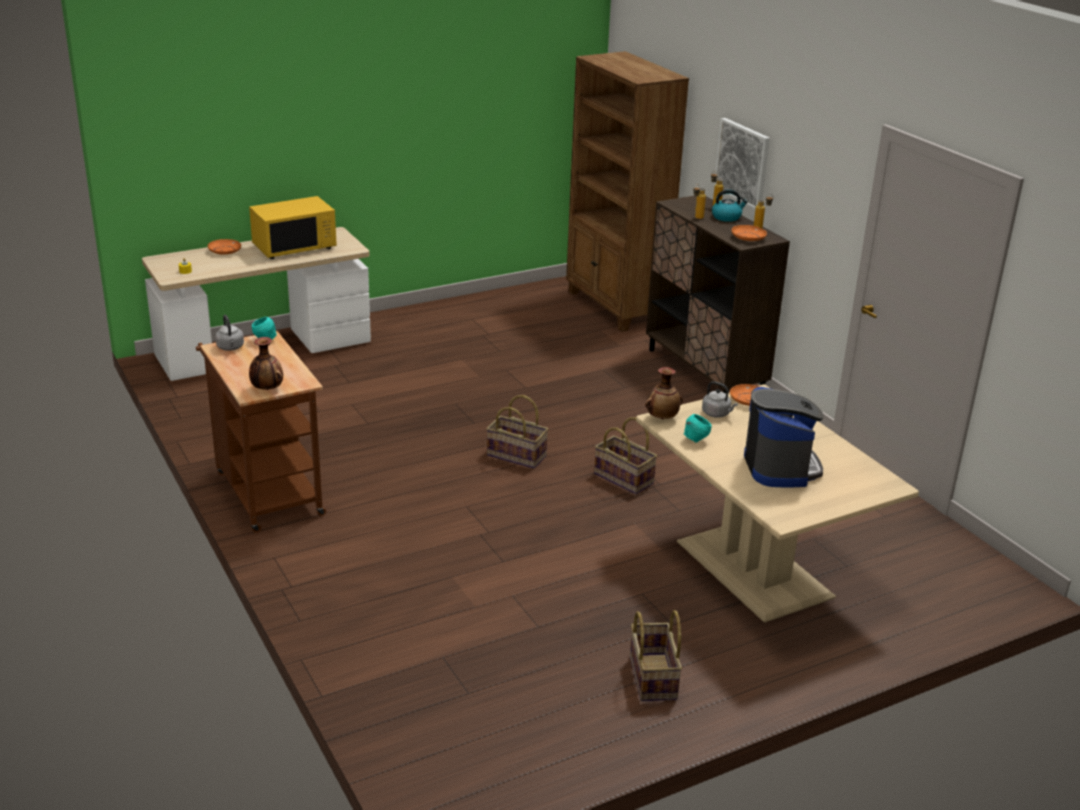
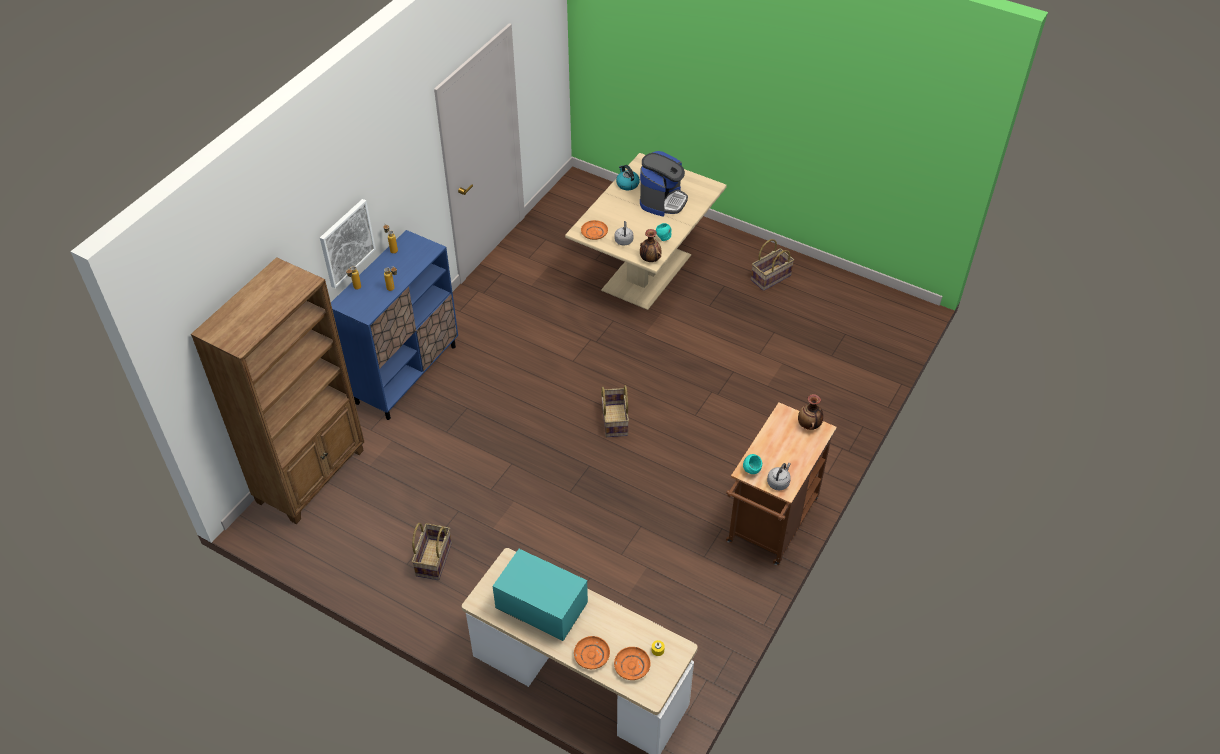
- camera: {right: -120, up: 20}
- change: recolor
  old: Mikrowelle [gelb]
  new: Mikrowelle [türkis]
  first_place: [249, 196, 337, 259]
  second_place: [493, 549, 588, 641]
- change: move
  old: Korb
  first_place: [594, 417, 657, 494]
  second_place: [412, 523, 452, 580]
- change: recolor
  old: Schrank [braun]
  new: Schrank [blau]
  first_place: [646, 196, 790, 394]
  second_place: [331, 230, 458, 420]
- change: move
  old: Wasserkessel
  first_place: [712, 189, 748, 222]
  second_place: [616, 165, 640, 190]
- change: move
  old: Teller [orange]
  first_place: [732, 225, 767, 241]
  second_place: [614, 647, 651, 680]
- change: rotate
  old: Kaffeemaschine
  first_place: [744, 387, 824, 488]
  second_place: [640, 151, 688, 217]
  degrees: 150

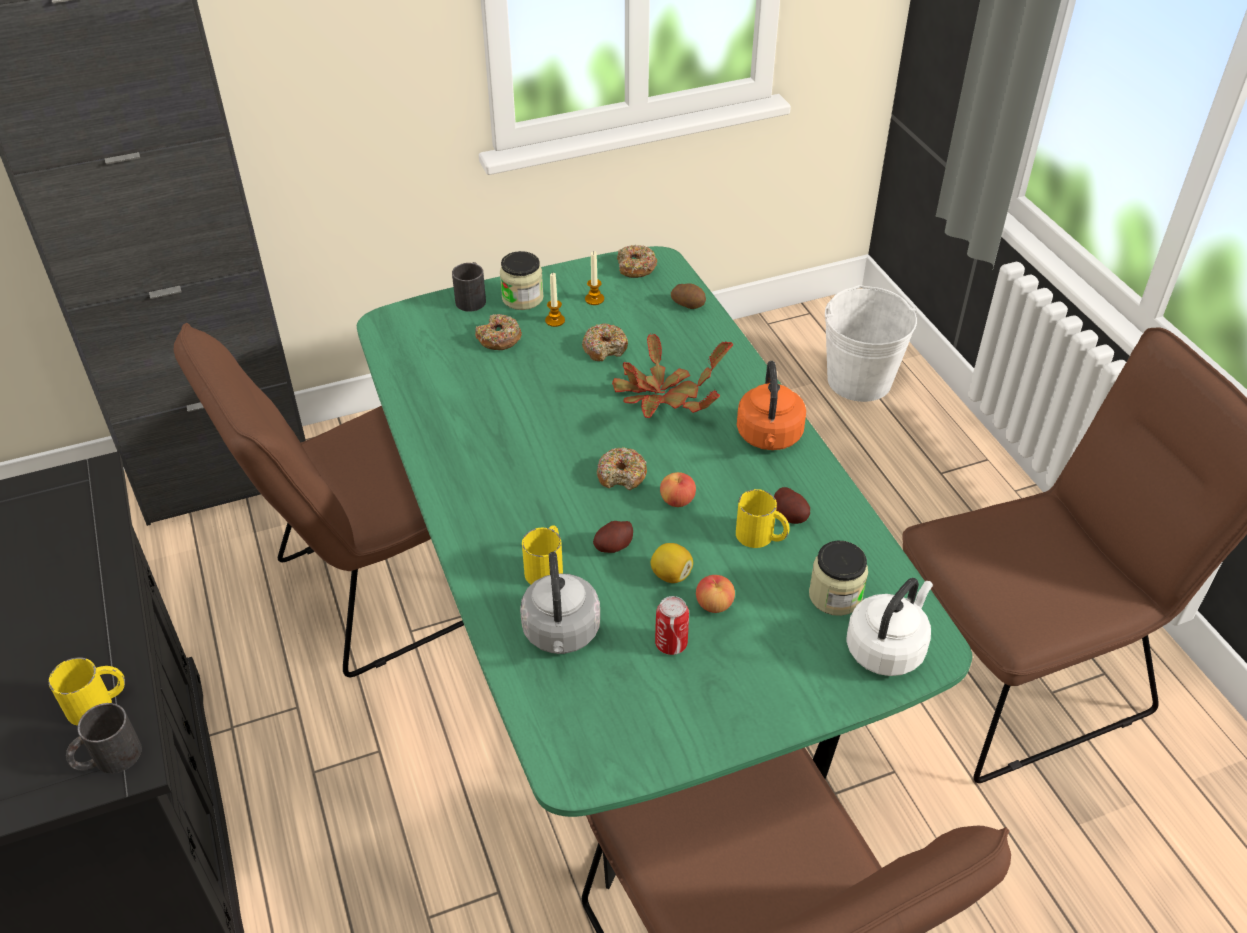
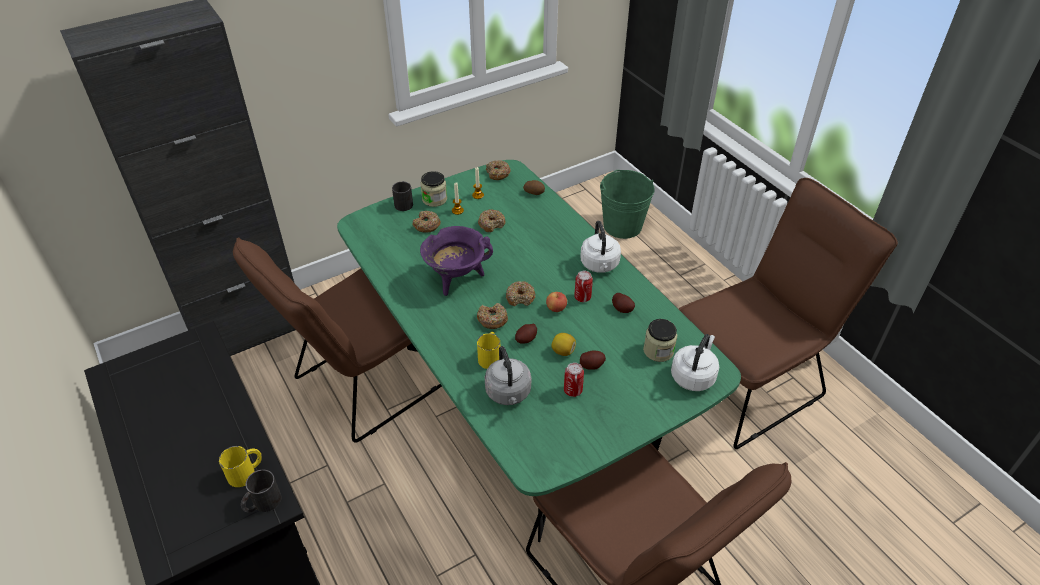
- camera: {right: -10, up: 0}
- change: delete
  old: Topfpflanze
  first_place: [612, 333, 733, 418]
- change: replace
  old: Apfel
  new: Kartoffel
  first_place: [696, 575, 735, 613]
  second_place: [580, 350, 606, 370]
- change: delete
  old: Henkelbecher [gelb]
  first_place: [736, 489, 790, 548]
- change: recolor
  old: Wasserkessel [orange]
  new: Wasserkessel [weiß]
  first_place: [737, 361, 806, 450]
  second_place: [580, 221, 621, 273]
- change: recolor
  old: Eimer [weiß]
  new: Eimer [grün]
  first_place: [825, 285, 917, 402]
  second_place: [600, 170, 655, 239]
- change: insert
  new: Kochtopf [lila]
  second_place: [420, 226, 493, 296]
- change: insert
  new: Donut
  second_place: [477, 303, 508, 329]
- change: insert
  new: Dose
  second_place: [574, 271, 593, 302]

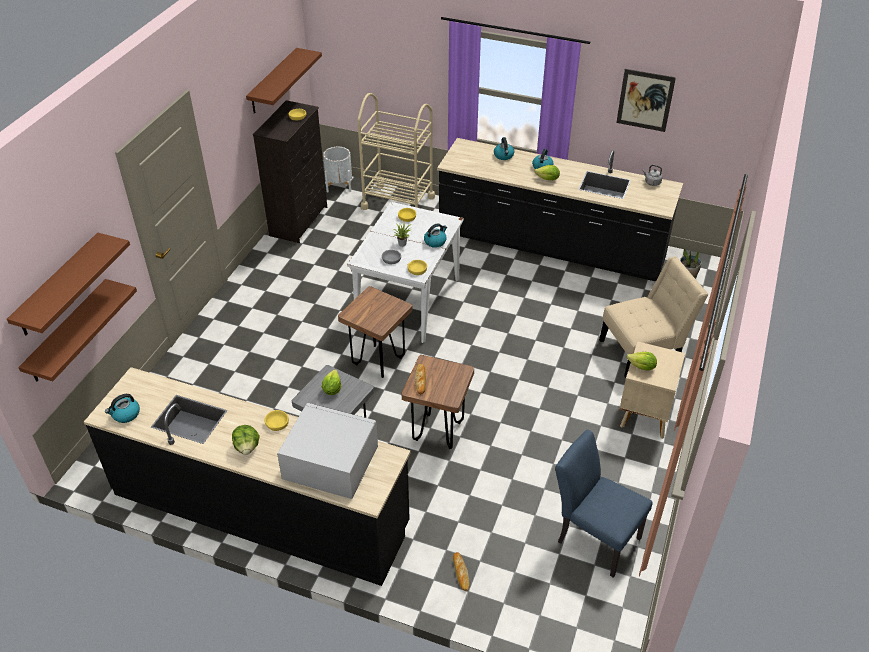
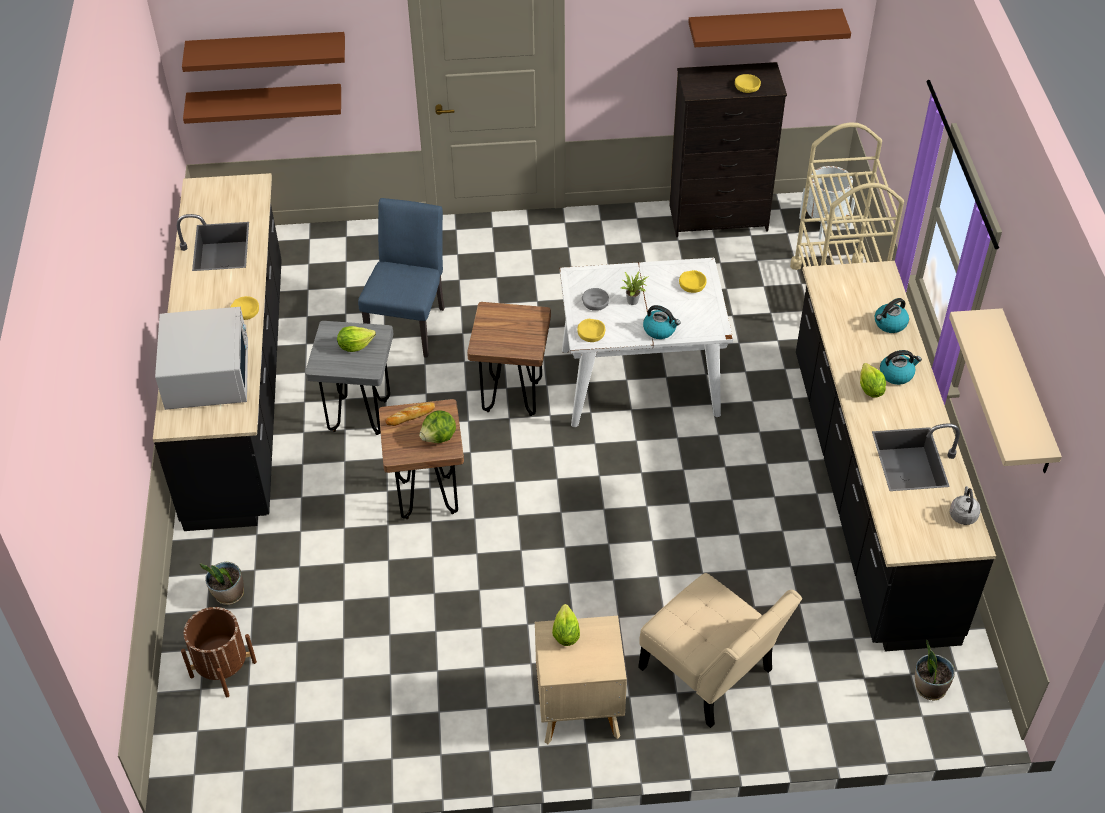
- camera: {right: 65, up: 5}
- change: delete
  old: Wasserkessel
  first_place: [105, 394, 140, 423]
- change: move
  old: Salatkopf
  first_place: [232, 425, 260, 455]
  second_place: [419, 410, 456, 443]
- change: replace
  old: Brot
  new: Topfpflanze
  first_place: [453, 552, 470, 591]
  second_place: [200, 562, 244, 605]
- change: move
  old: Stuhl [blau]
  first_place: [555, 430, 653, 578]
  second_place: [358, 198, 445, 358]
- change: replace
  old: Bild
  new: Wandregal [beige]
  first_place: [616, 69, 676, 132]
  second_place: [949, 308, 1062, 473]
- change: insert
  new: Pflanzkübel [braun]
  second_place: [181, 607, 257, 697]

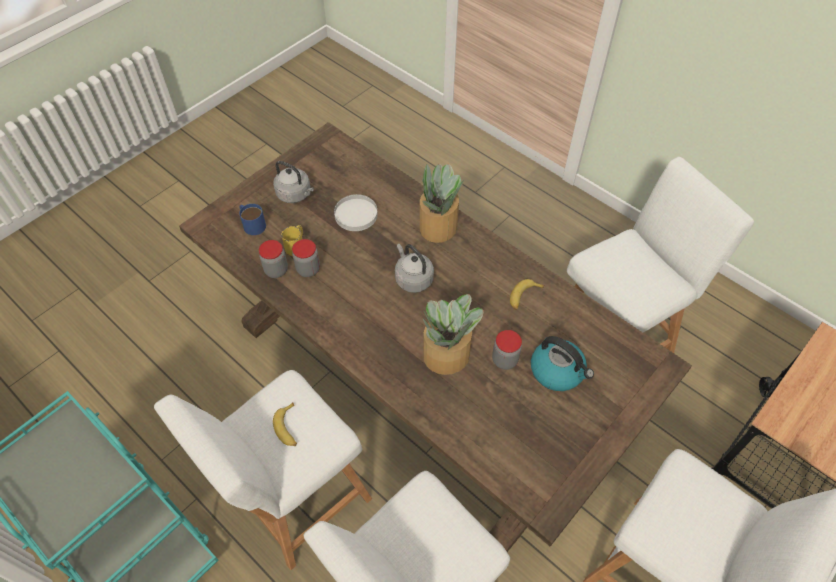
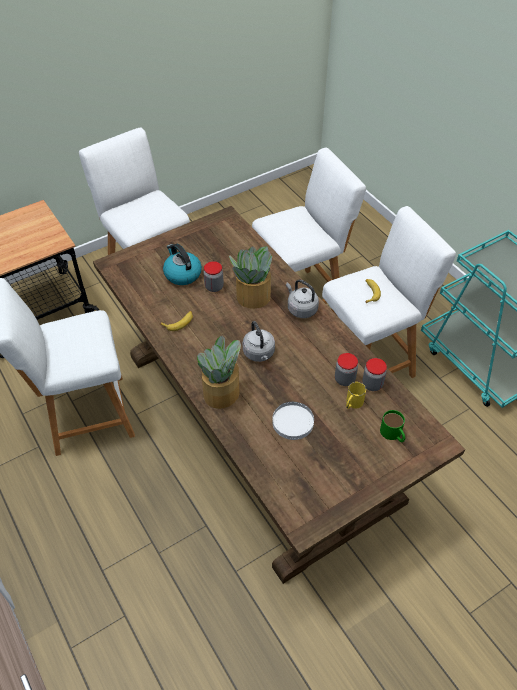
- camera: {right: -165, up: -5}
- change: recolor
  old: Henkelbecher [blau]
  new: Henkelbecher [grün]
  first_place: [239, 204, 266, 235]
  second_place: [380, 410, 405, 442]
- change: move
  old: Wasserkessel [grau]
  first_place: [273, 161, 314, 203]
  second_place: [286, 279, 319, 318]

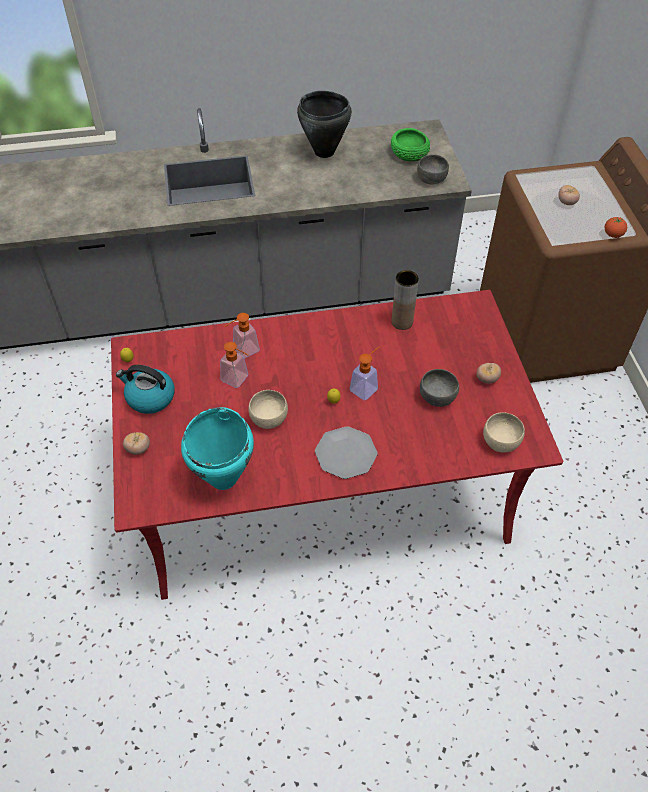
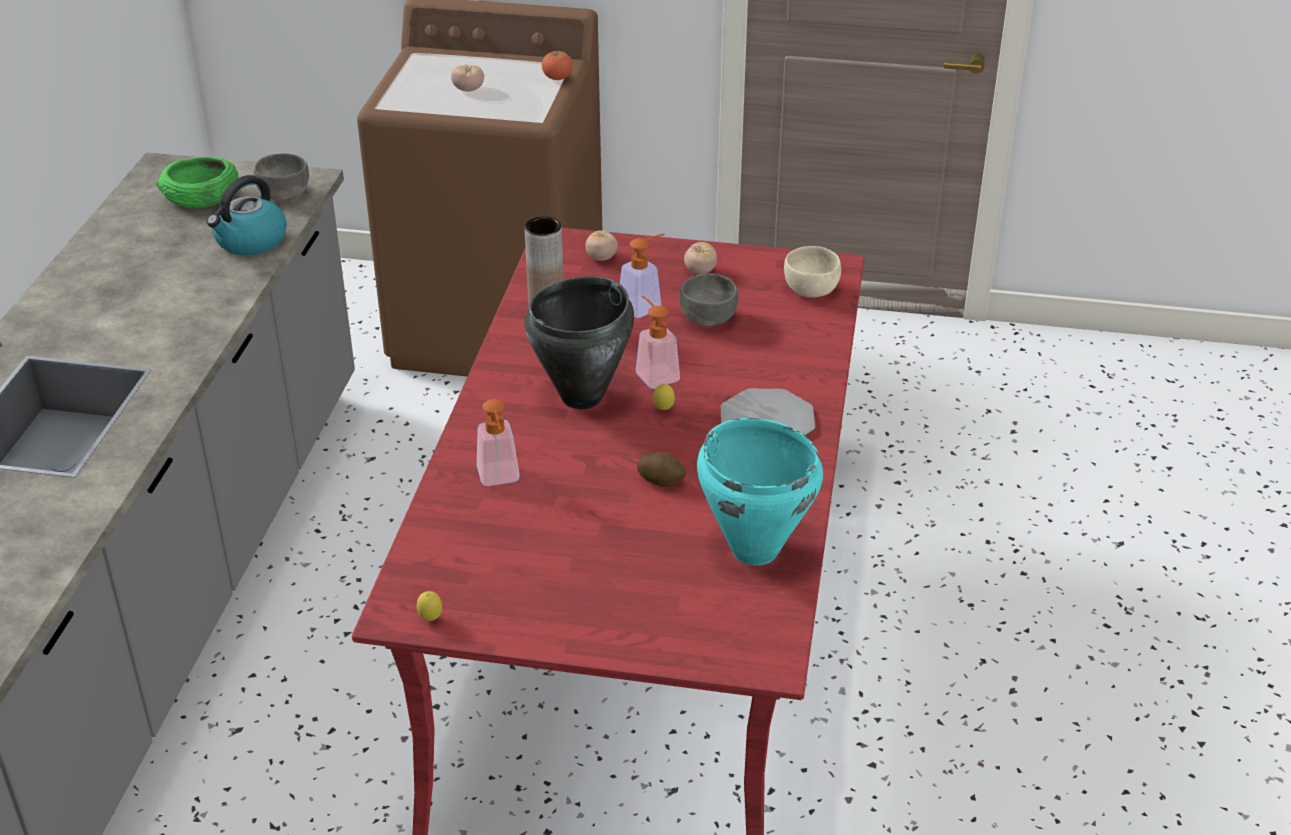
- camera: {right: -70, up: -15}
- change: move
  old: Wasserkessel
  first_place: [116, 365, 175, 414]
  second_place: [207, 175, 287, 255]
- change: move
  old: Tomate
  first_place: [123, 432, 150, 455]
  second_place: [585, 230, 618, 261]
- change: move
  old: Seifenspender
  first_place: [220, 342, 248, 388]
  second_place: [620, 233, 665, 318]
- change: replace
  old: Schüssel [beige]
  new: Kartoffel
  first_place: [248, 390, 288, 429]
  second_place: [637, 452, 686, 487]
- change: move
  old: Kochtopf [schwarz]
  first_place: [297, 91, 352, 158]
  second_place: [524, 276, 634, 409]

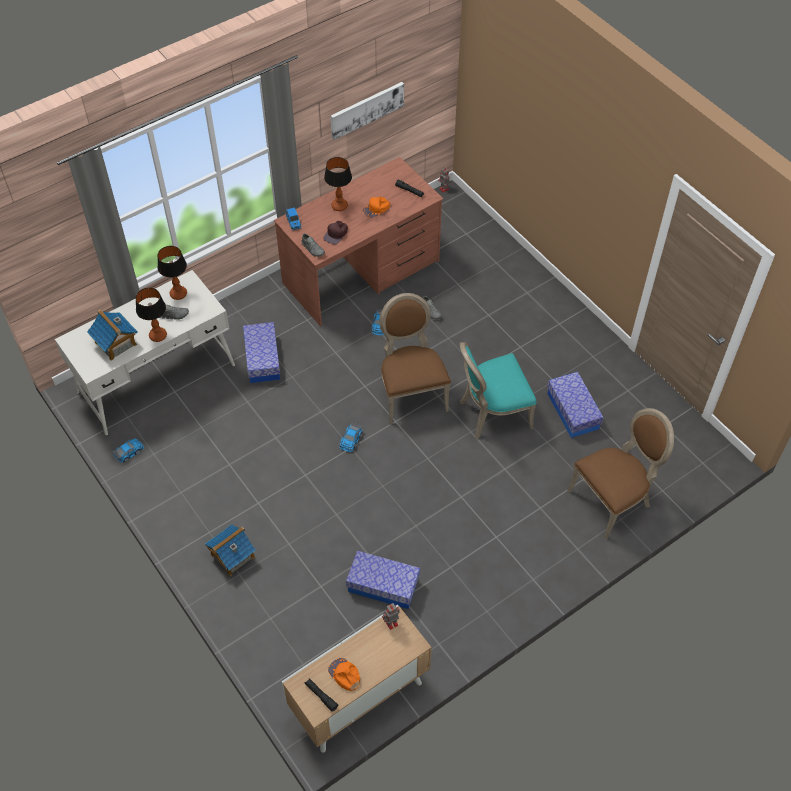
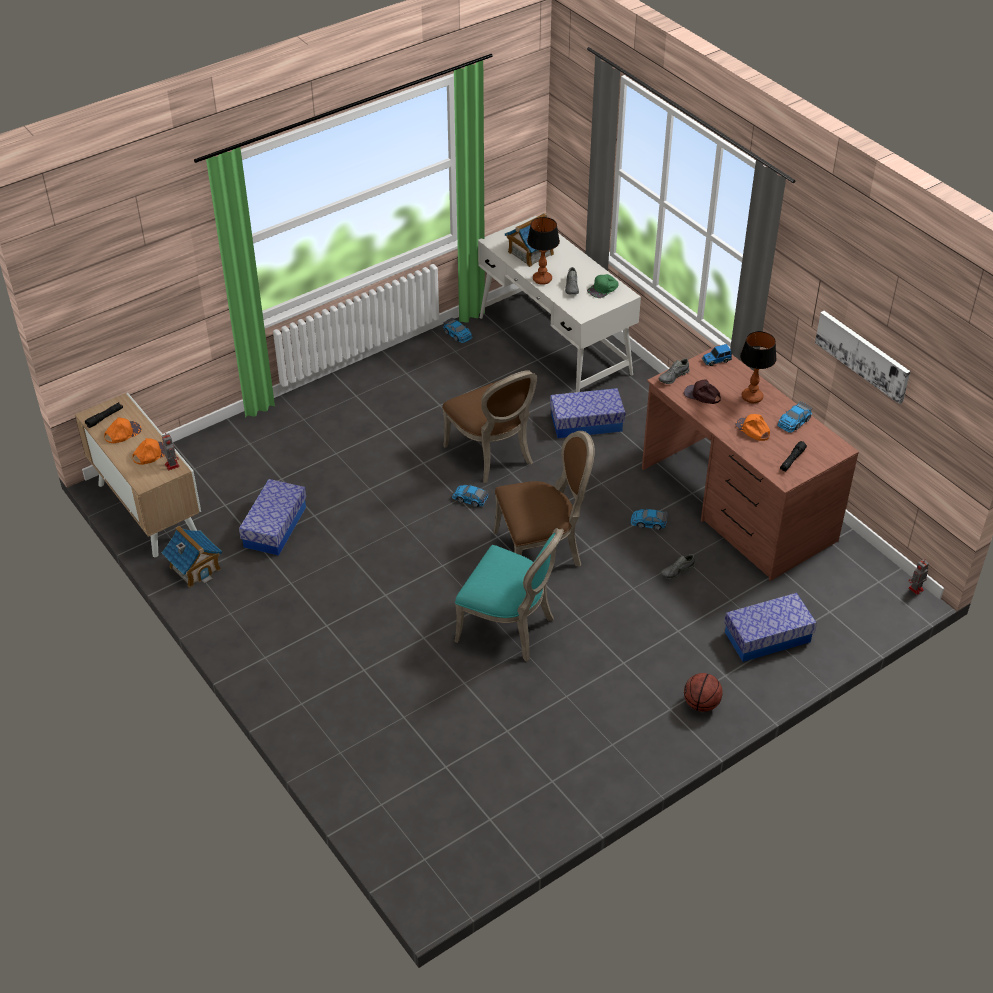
- camera: {right: 90, up: -10}
- change: replace
  old: Tischlampe
  new: Kappe [grün]
  first_place: [158, 246, 187, 300]
  second_place: [587, 274, 619, 298]
- change: move
  old: Spielzeughaus
  first_place: [205, 524, 256, 576]
  second_place: [162, 526, 222, 587]
- change: rotate
  old: Stuhl [türkis]
  first_place: [460, 342, 536, 439]
  second_place: [454, 528, 564, 662]
  degrees: 135
- change: move
  old: Aufbewahrungsbox
  first_place: [547, 372, 603, 438]
  second_place: [724, 593, 817, 662]
- change: move
  old: Stuhl [braun]
  first_place: [567, 408, 674, 539]
  second_place: [442, 370, 537, 483]
- change: insert
  new: Kappe [orange]
  second_place: [132, 438, 165, 465]
- change: insert
  new: Basketball
  second_place: [684, 673, 723, 712]
- change: insert
  new: Spielzeugauto
  second_place: [777, 401, 812, 433]

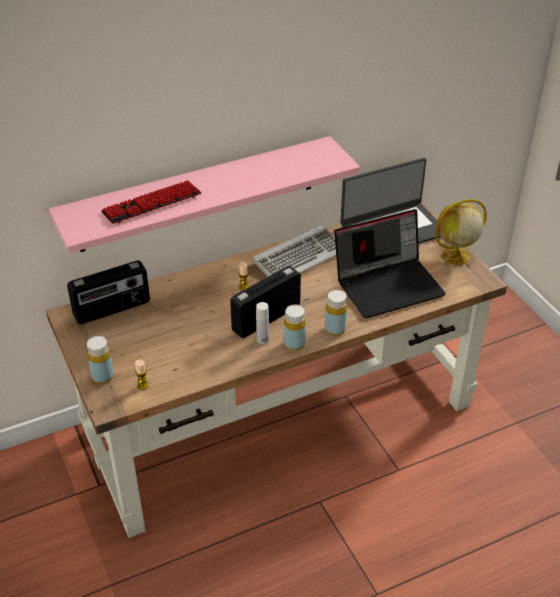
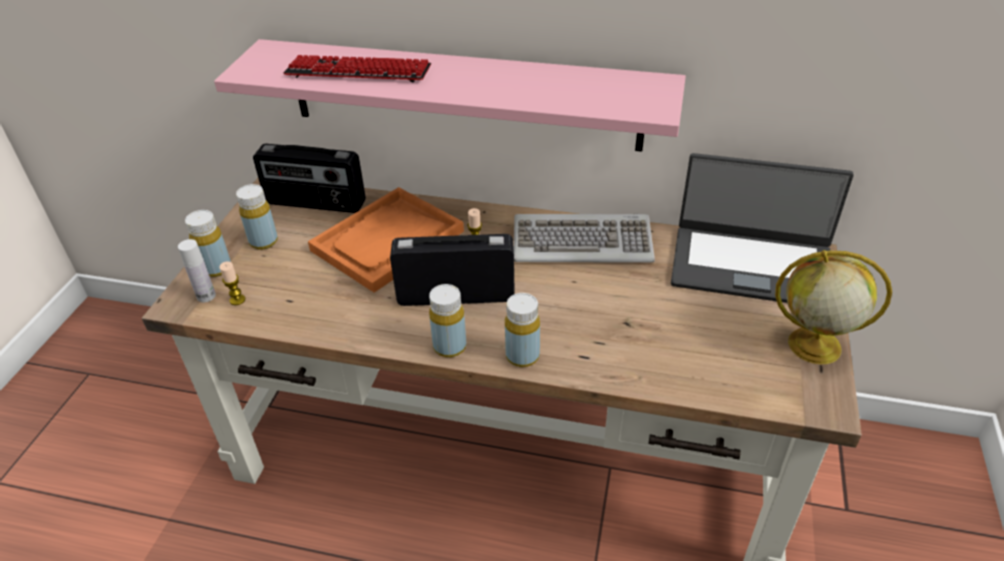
- camera: {right: 40, up: 0}
- change: move
  old: Flasche [weiß]
  first_place: [256, 302, 269, 344]
  second_place: [178, 239, 216, 303]
- change: delete
  old: Laptop
  first_place: [334, 209, 446, 318]
- change: insert
  new: Flasche [gelb]
  second_place: [236, 184, 278, 250]
- change: insert
  new: Tablett [orange]
  second_place: [308, 187, 464, 293]

